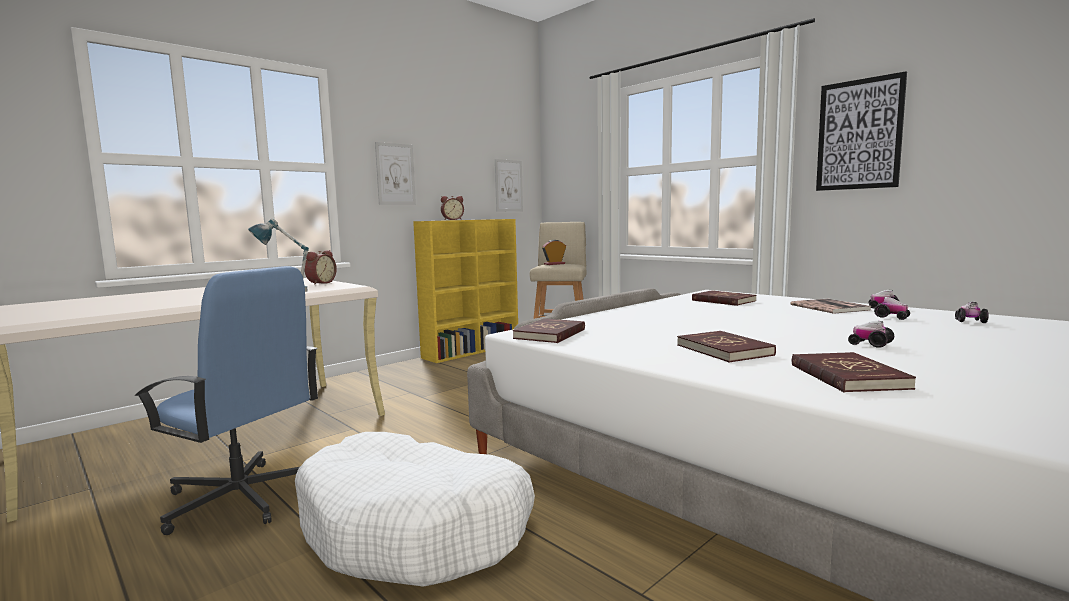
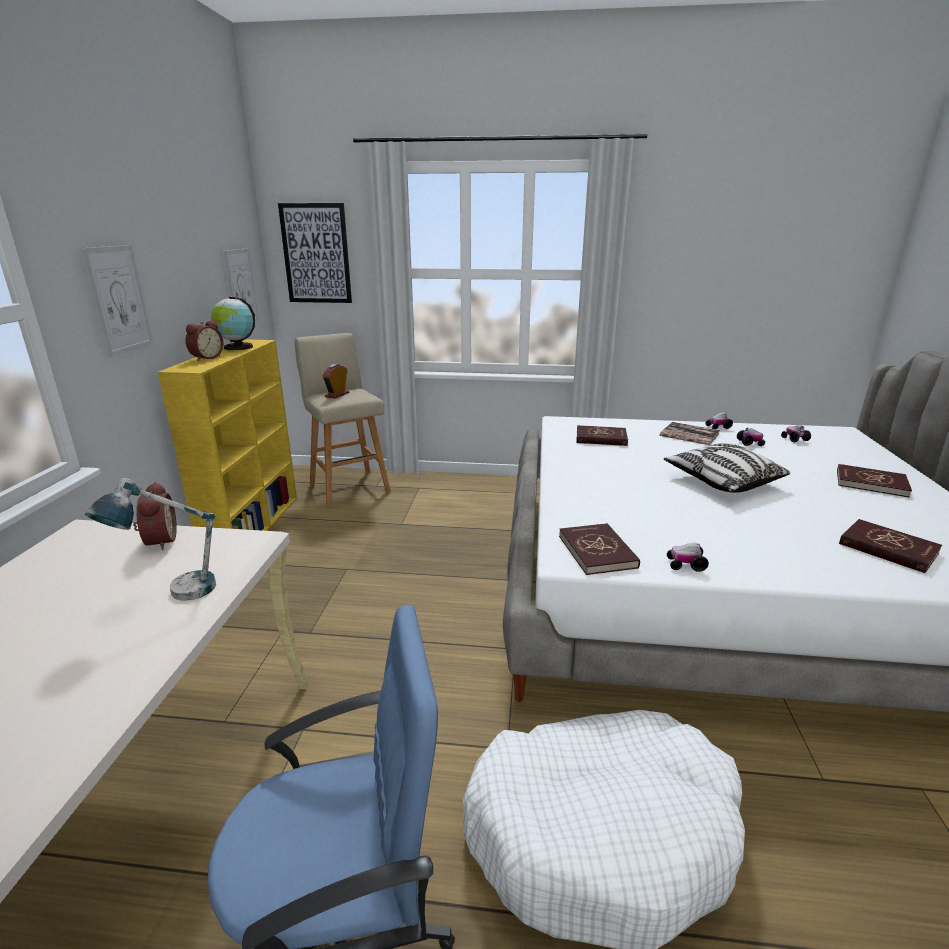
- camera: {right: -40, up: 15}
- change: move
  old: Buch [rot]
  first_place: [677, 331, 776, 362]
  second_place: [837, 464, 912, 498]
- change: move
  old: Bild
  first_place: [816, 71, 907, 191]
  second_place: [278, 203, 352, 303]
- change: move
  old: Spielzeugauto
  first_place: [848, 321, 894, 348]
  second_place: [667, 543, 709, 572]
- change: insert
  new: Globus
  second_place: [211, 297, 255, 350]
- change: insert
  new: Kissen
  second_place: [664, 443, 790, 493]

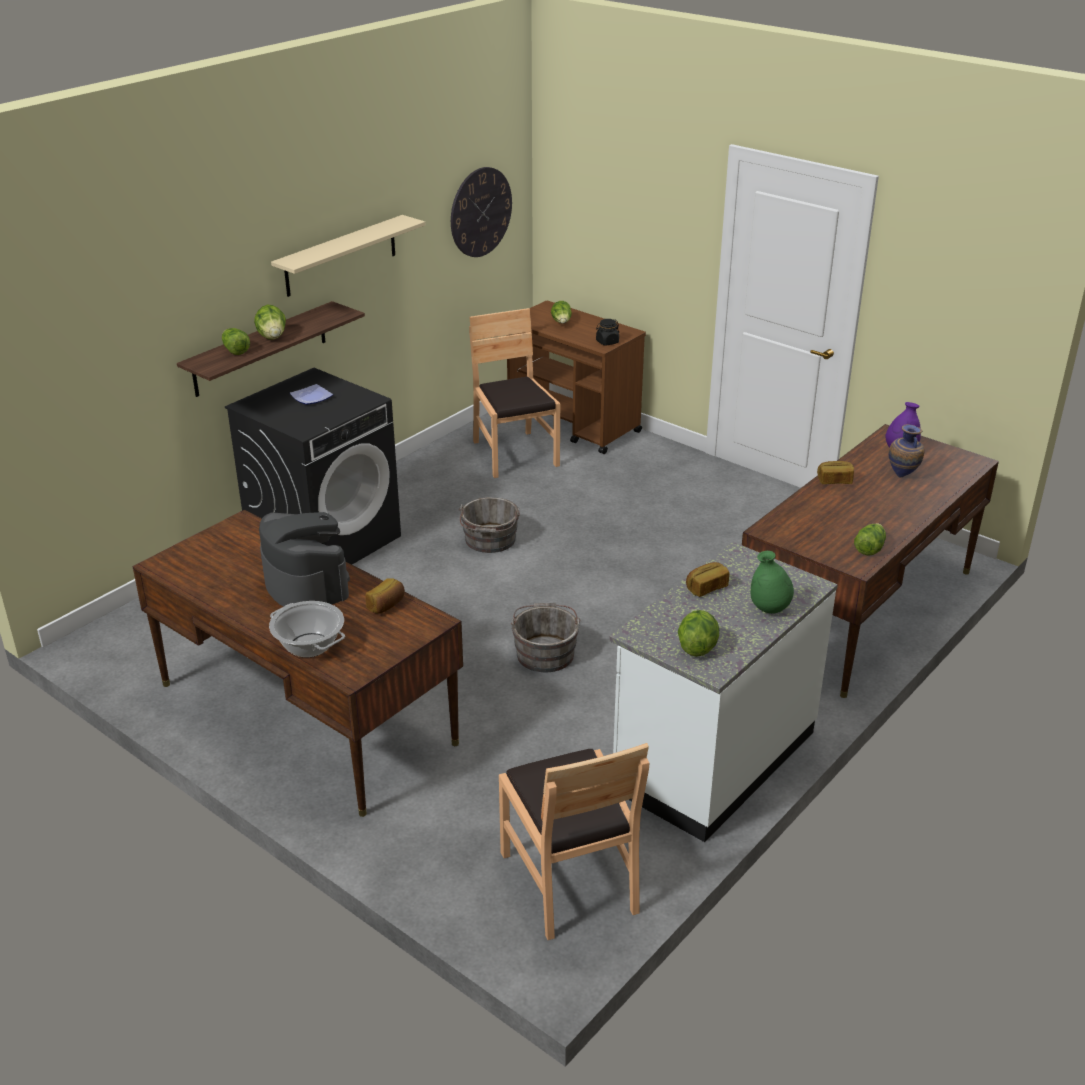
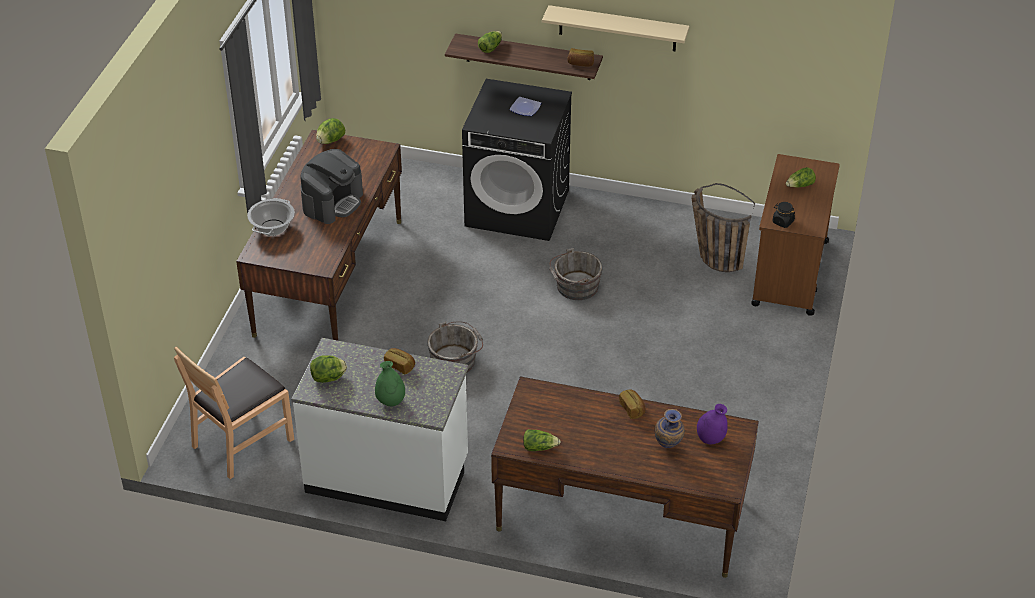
- camera: {right: 65, up: 10}
- change: move
  old: Salatkopf
  first_place: [254, 305, 286, 340]
  second_place: [316, 118, 345, 144]
- change: move
  old: Brot
  first_place: [365, 578, 405, 614]
  second_place: [567, 48, 594, 66]
- change: delete
  old: Wanduhr
  first_place: [451, 167, 512, 257]
- change: replace
  old: Stuhl [braun]
  new: Korb
  first_place: [469, 308, 560, 478]
  second_place: [692, 183, 755, 272]

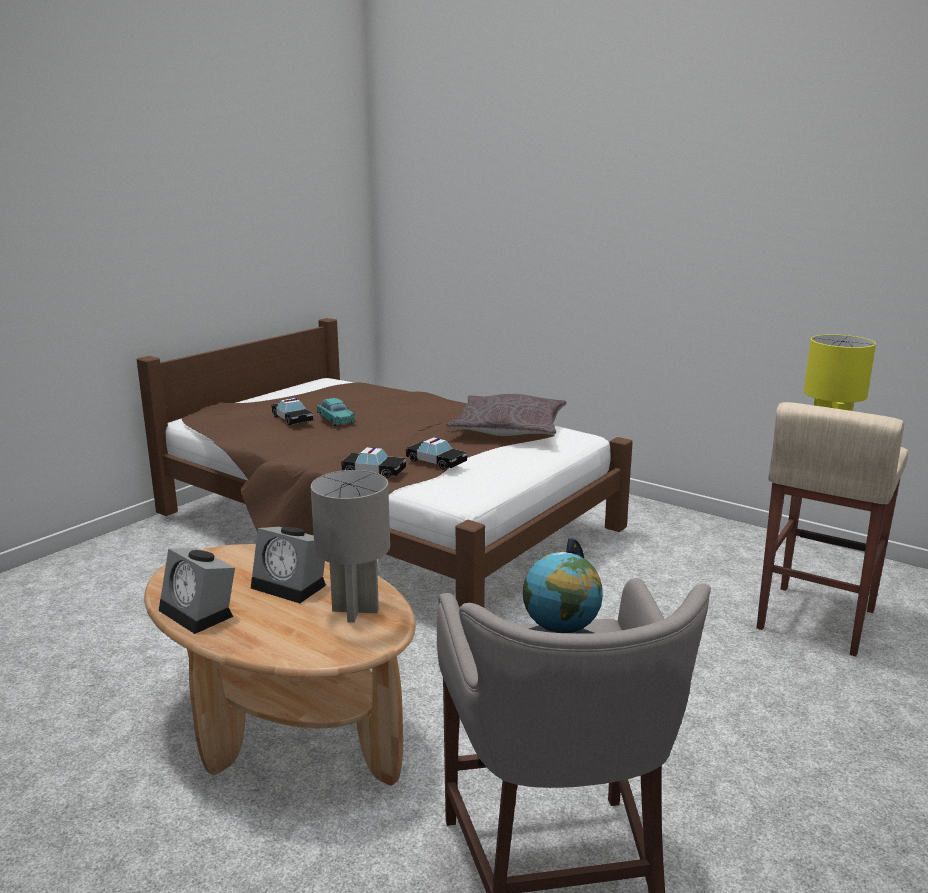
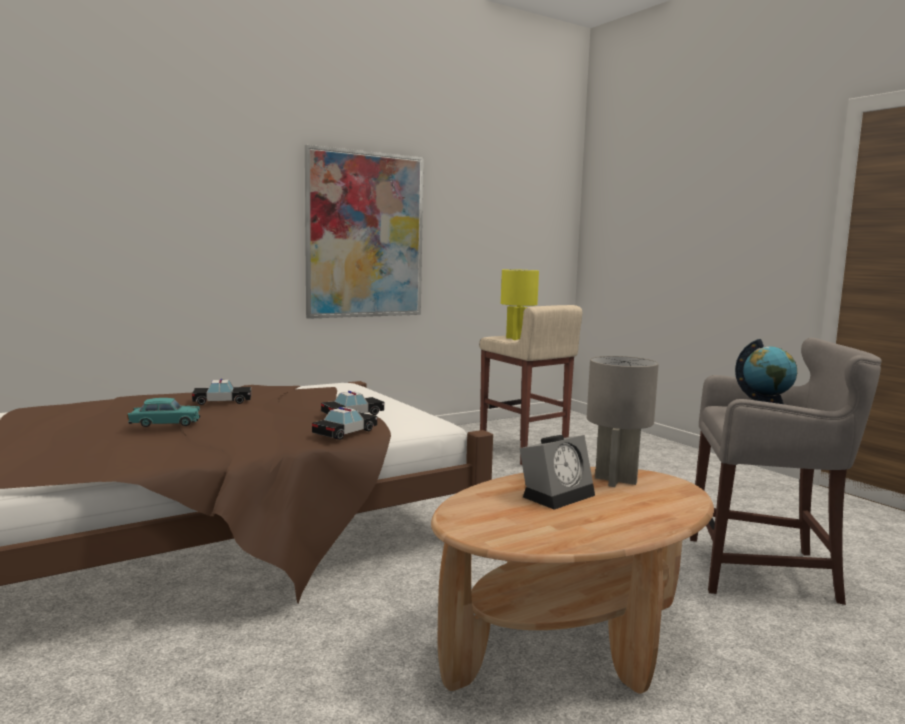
- camera: {right: -70, up: -10}
- change: delete
  old: Wecker
  first_place: [159, 548, 235, 634]
- change: move
  old: Spielzeugauto
  first_place: [271, 398, 313, 425]
  second_place: [192, 379, 251, 405]
- change: delete
  old: Kissen [grau]
  first_place: [446, 394, 566, 436]
- change: insert
  new: Bild
  second_place: [305, 145, 424, 319]

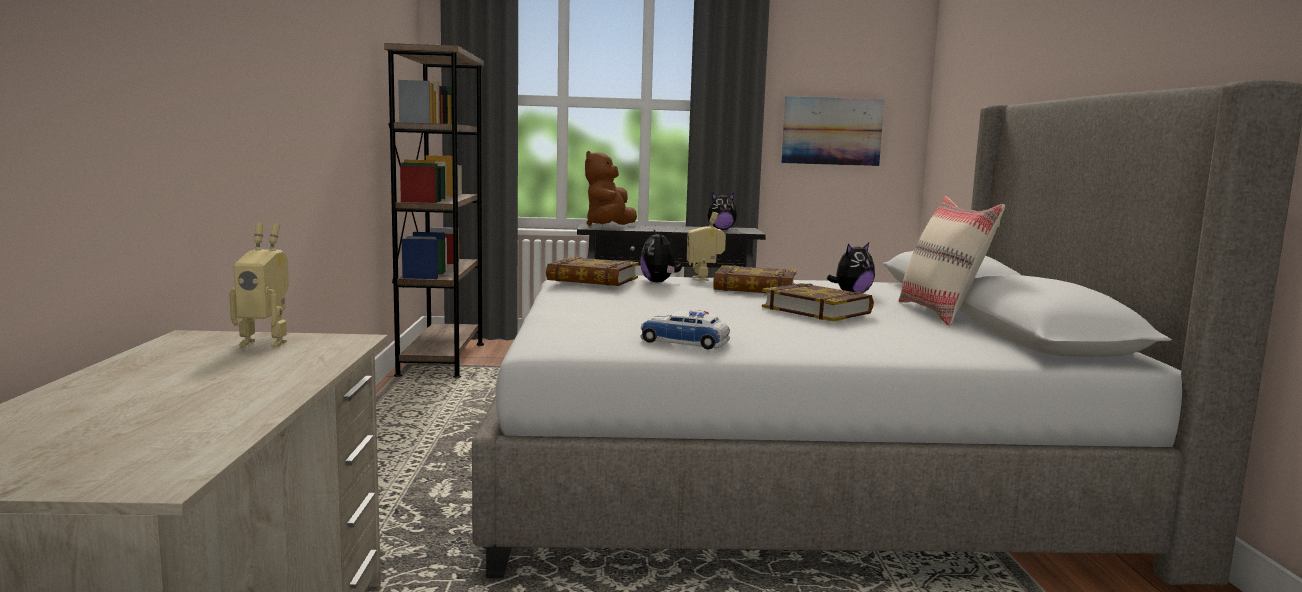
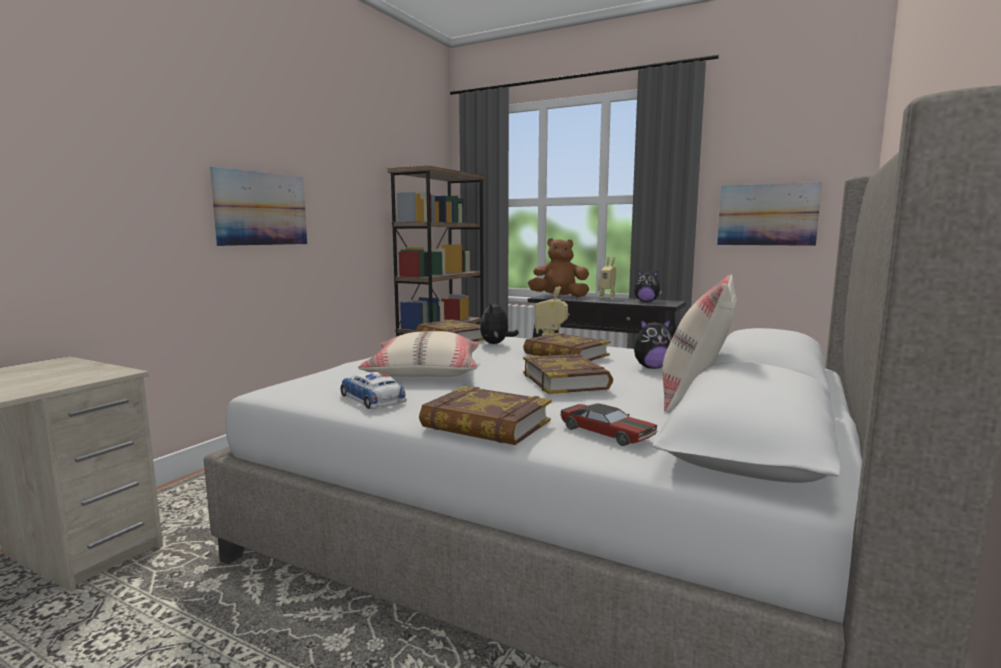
- camera: {right: 30, up: 0}
- change: move
  old: Spielzeugroboter
  first_place: [229, 223, 289, 347]
  second_place: [598, 257, 616, 300]
- change: rotate
  old: Plüschtier [braun]
  first_place: [585, 151, 637, 226]
  second_place: [528, 238, 589, 297]
  degrees: 45
- change: insert
  new: Bild
  second_place: [210, 167, 307, 246]
- change: insert
  new: Kissen [beige]
  second_place: [358, 331, 479, 377]
- change: insert
  new: Buch
  second_place: [419, 386, 551, 445]
- change: insert
  new: Spielzeugauto
  second_place: [560, 403, 658, 446]

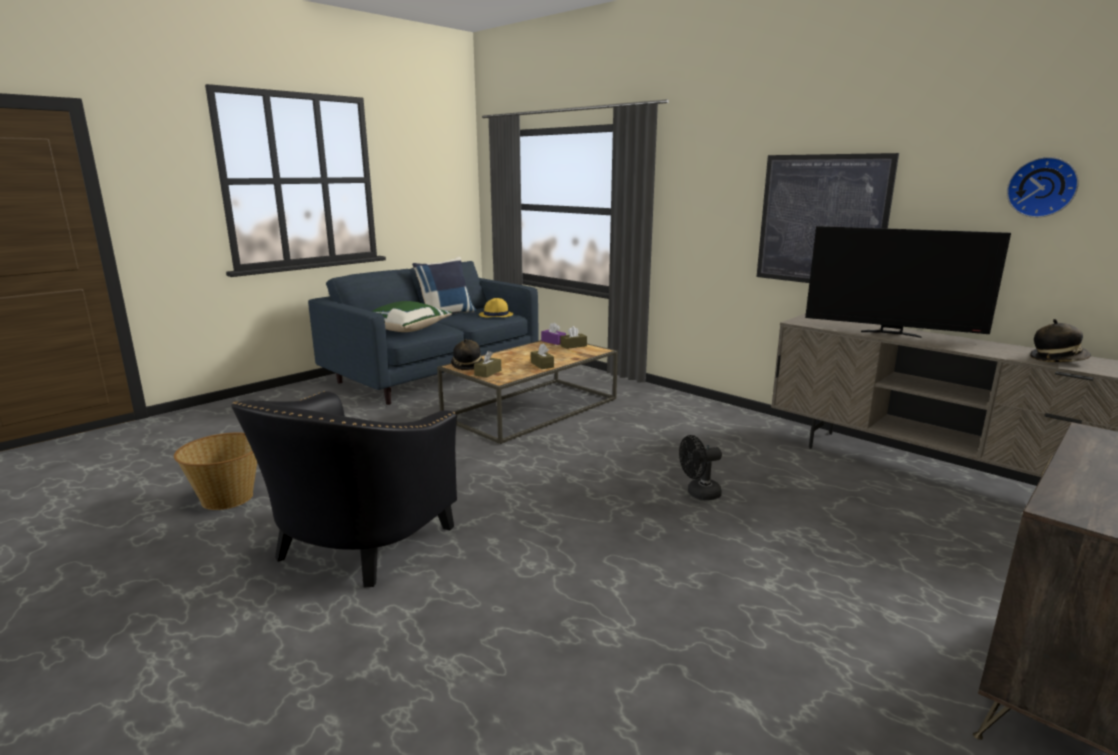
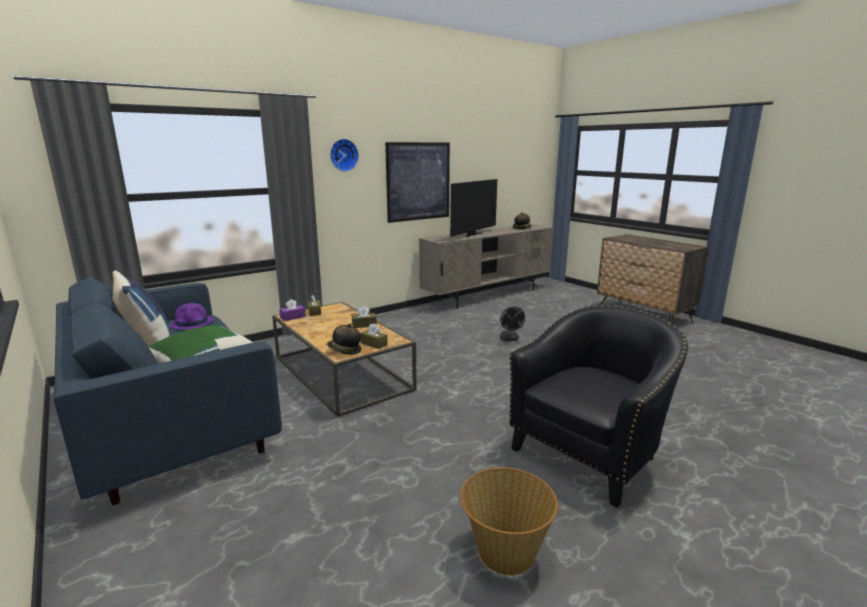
- camera: {right: -80, up: 0}
- change: rotate
  old: Sessel [schwarz]
  first_place: [231, 391, 457, 588]
  second_place: [509, 305, 688, 508]
  degrees: -75
- change: recolor
  old: Hut [gelb]
  new: Hut [lila]
  first_place: [479, 298, 513, 317]
  second_place: [170, 303, 214, 329]
- change: move
  old: Wanduhr
  first_place: [1007, 157, 1079, 218]
  second_place: [330, 139, 359, 172]

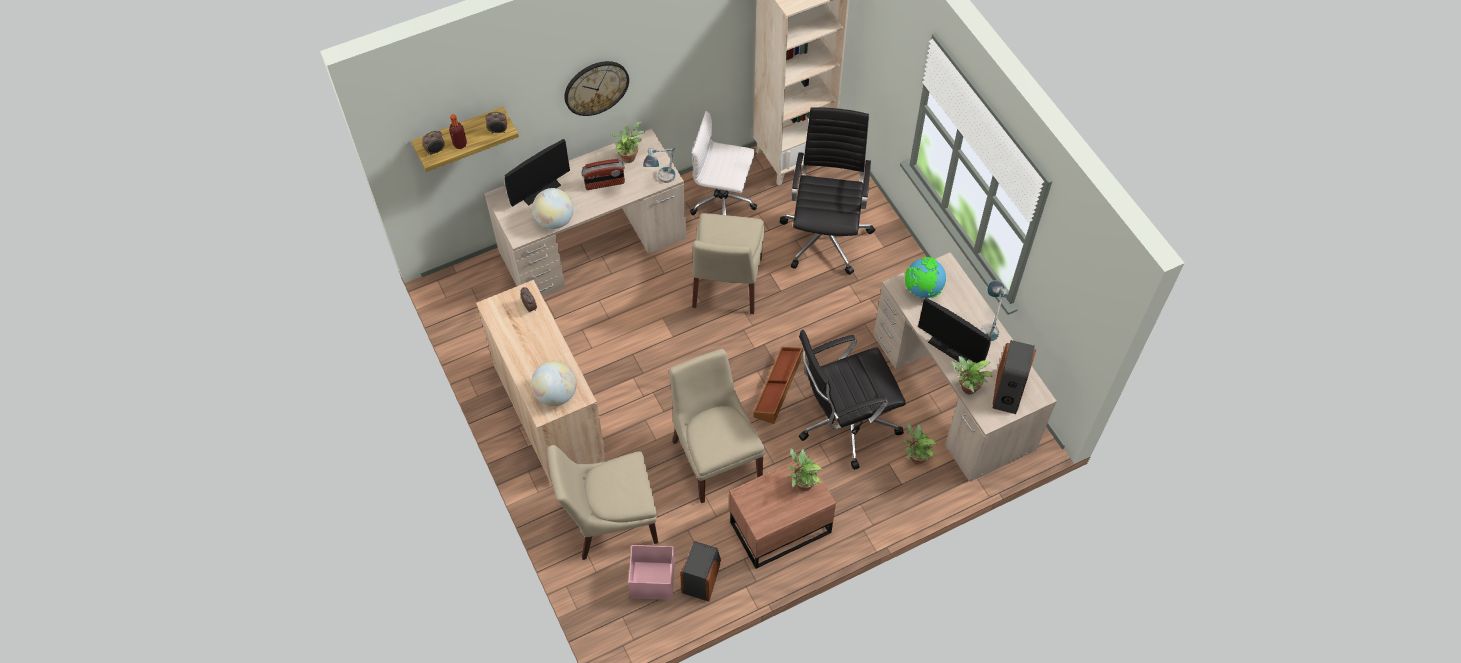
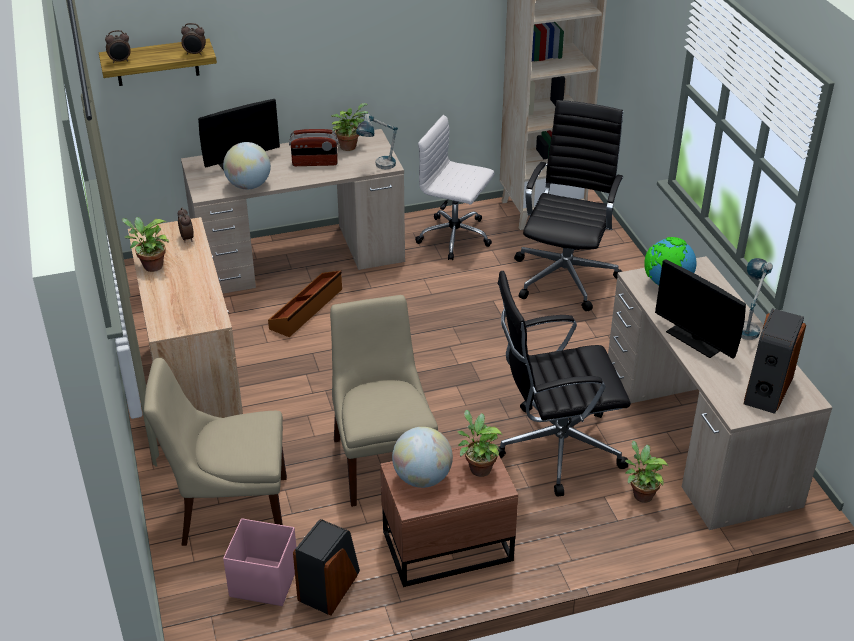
- camera: {right: 10, up: -20}
- change: delete
  old: Flasche
  first_place: [449, 114, 467, 149]
- change: move
  old: Globus
  first_place: [531, 361, 577, 406]
  second_place: [392, 427, 453, 488]
- change: delete
  old: Wanduhr
  first_place: [564, 61, 629, 116]
- change: delete
  old: Stuhl [beige]
  first_place: [692, 213, 765, 314]
- change: move
  old: Aufbewahrungsbox [braun]
  first_place: [753, 347, 803, 424]
  second_place: [268, 270, 342, 337]
- change: move
  old: Topfpflanze
  first_place: [950, 356, 992, 394]
  second_place: [122, 217, 169, 272]

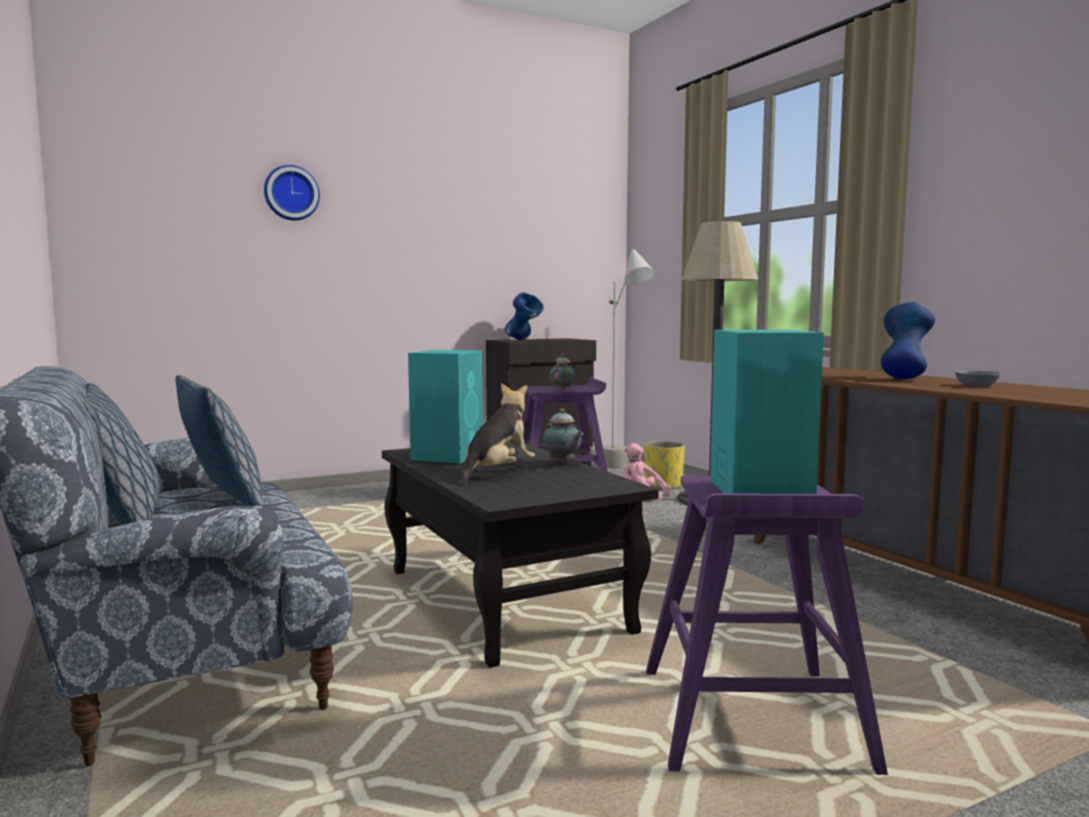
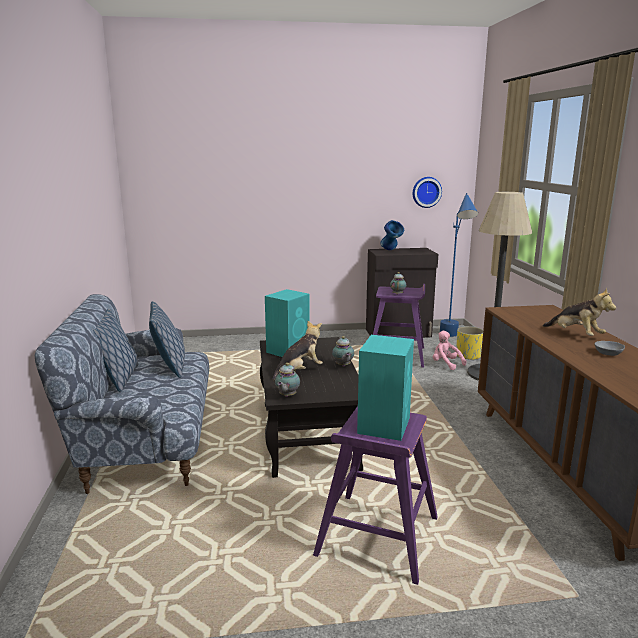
- camera: {right: 20, up: 10}
- change: move
  old: Wanduhr
  first_place: [264, 165, 320, 221]
  second_place: [413, 177, 442, 208]
- change: recolor
  old: Stehlampe [grau]
  new: Stehlampe [blau]
  first_place: [603, 247, 654, 469]
  second_place: [440, 193, 478, 337]
- change: replace
  old: Vase [blau]
  new: Plüschtier
  first_place: [881, 302, 935, 379]
  second_place: [543, 288, 616, 336]
- change: insert
  new: Teekanne
  second_place: [275, 363, 300, 397]

